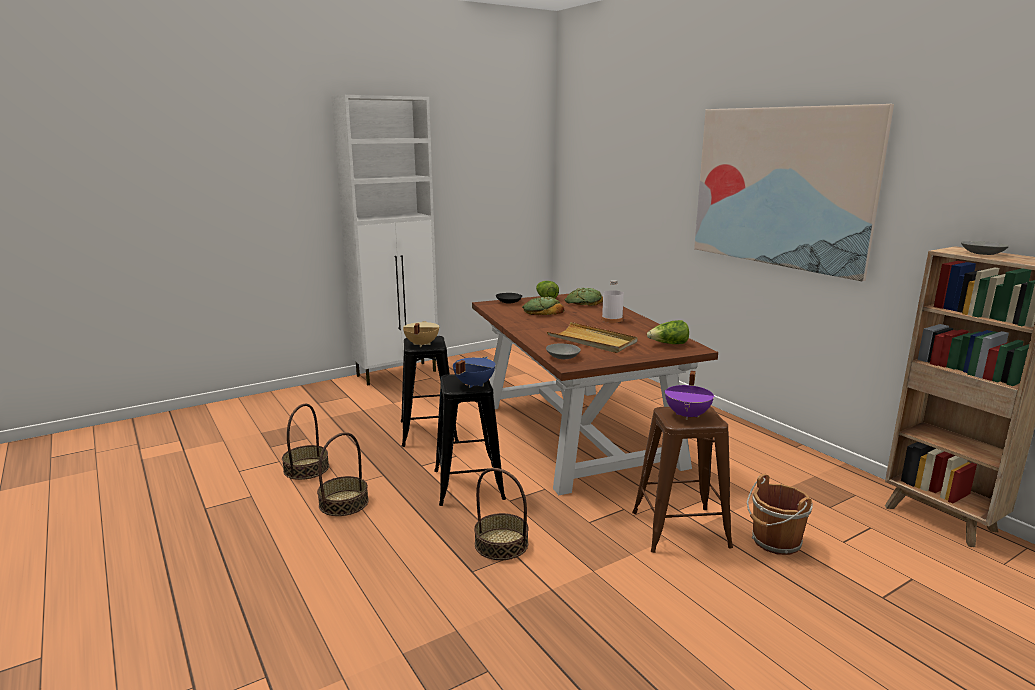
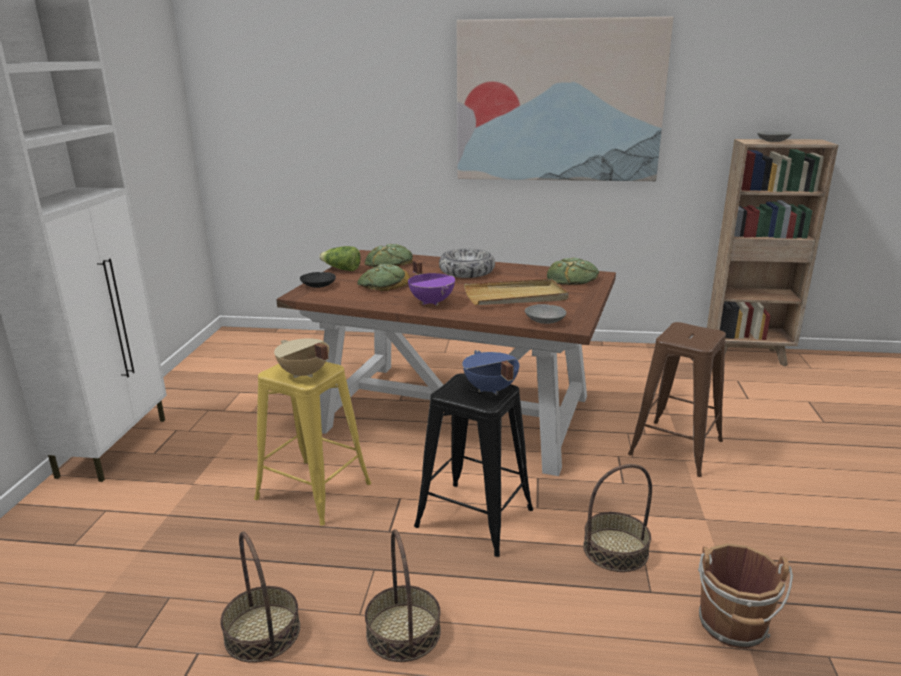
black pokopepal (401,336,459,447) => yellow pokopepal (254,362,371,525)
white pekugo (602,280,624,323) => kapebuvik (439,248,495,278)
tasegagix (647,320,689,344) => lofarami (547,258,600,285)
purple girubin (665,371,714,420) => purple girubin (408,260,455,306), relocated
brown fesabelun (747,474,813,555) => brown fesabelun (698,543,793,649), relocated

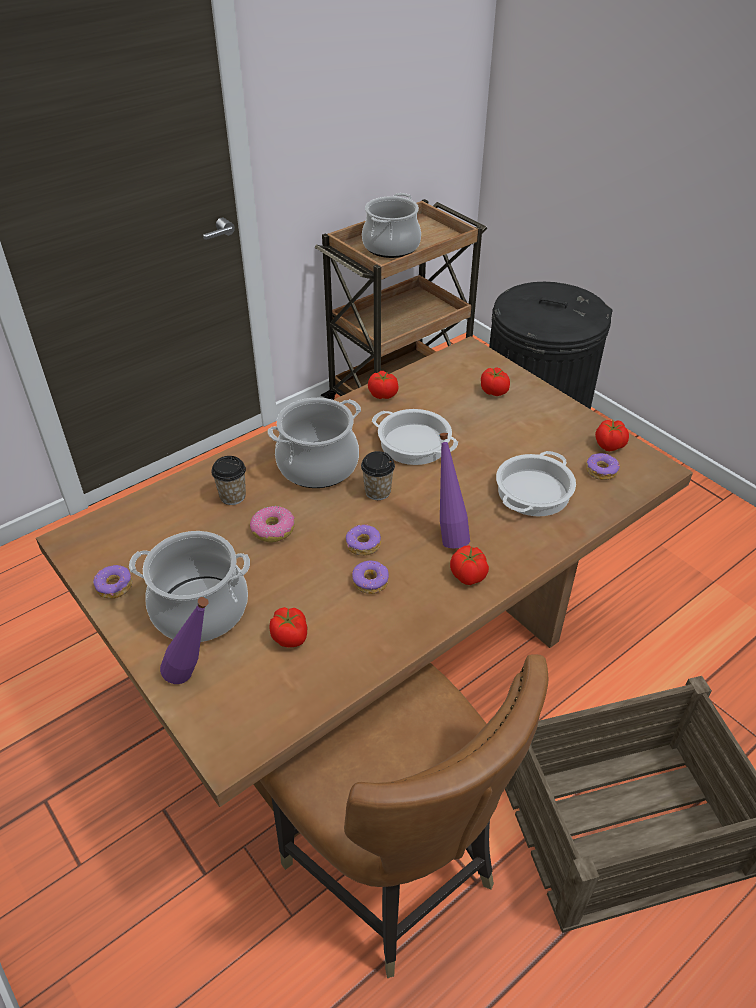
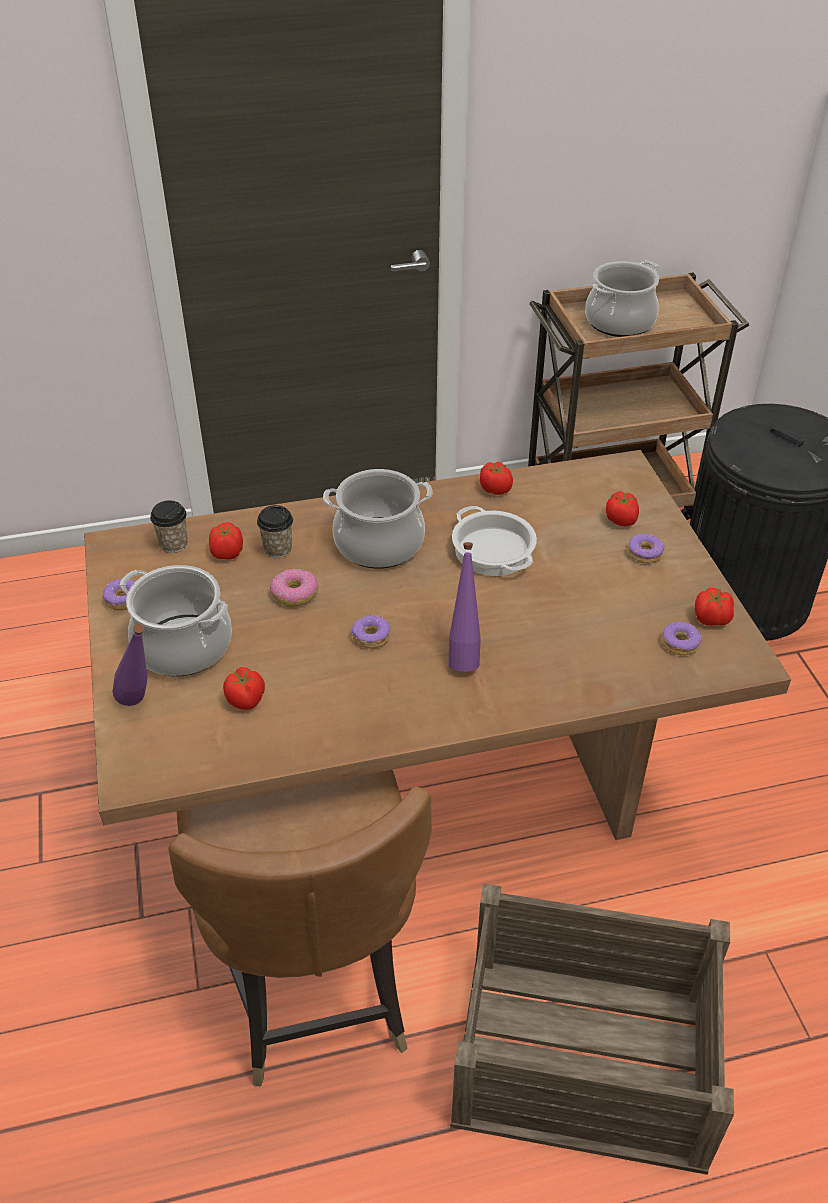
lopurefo (352,561,389,594) => lopurefo (628,534,665,564), relocated
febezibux (361,451,395,500) => febezibux (150,500,188,553), relocated
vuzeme (450,545,489,585) => vuzeme (209,522,243,560), relocated
girubin (496,451,576,517) => nothing

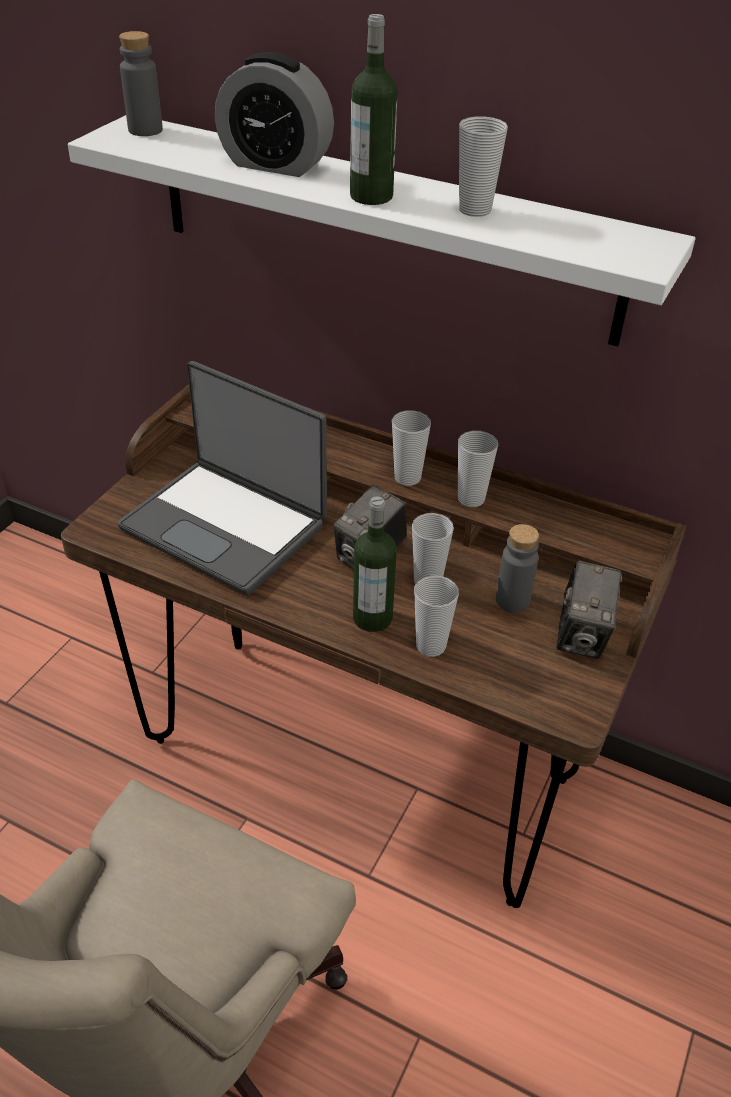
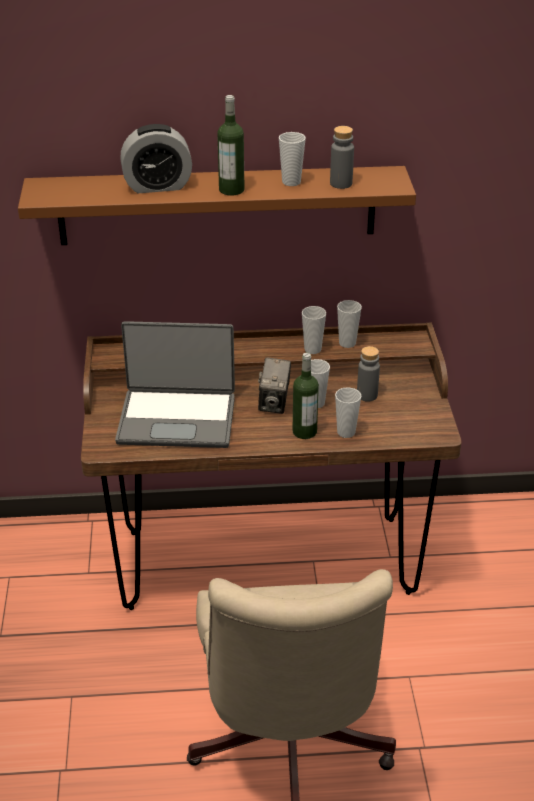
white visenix (68,115,696,347) => brown visenix (18,166,416,245)
grey pekugo (119,31,163,136) => grey pekugo (330,126,354,189), relocated
febezibux (392,410,431,486) => febezibux (337,300,362,348), relocated
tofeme (556,561,622,659) => nothing

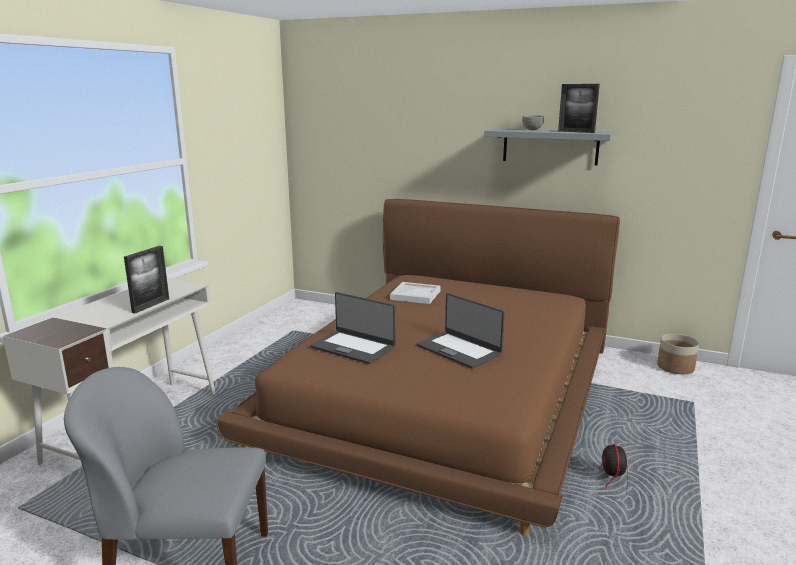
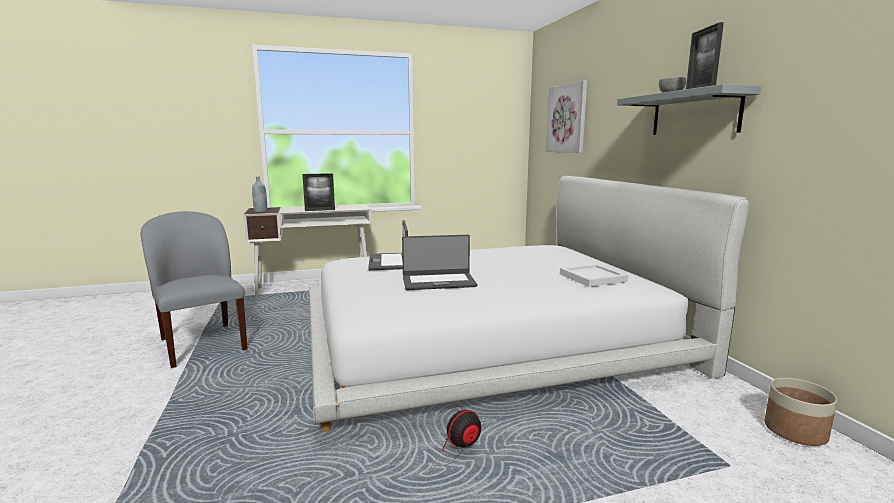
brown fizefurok (216,199,620,535) => white fizefurok (309,176,749,432)
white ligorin (390,282,441,304) => white ligorin (560,264,628,287), relocated
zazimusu (417,293,505,369) => zazimusu (402,235,478,290), 105 degrees counterclockwise
nothing => grey pekugo (252,177,267,212)
nothing => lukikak (546,80,587,153)

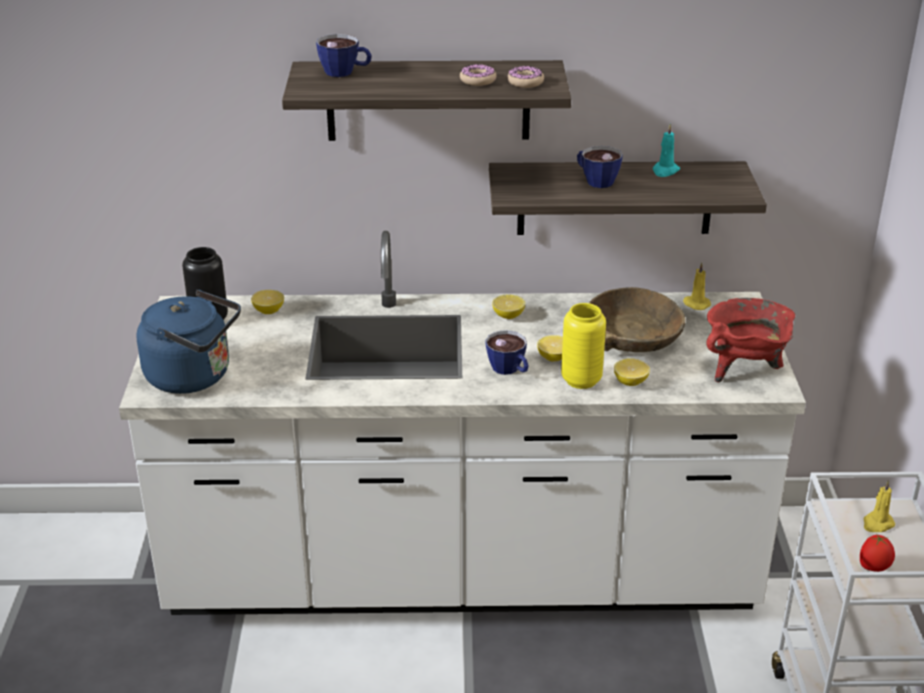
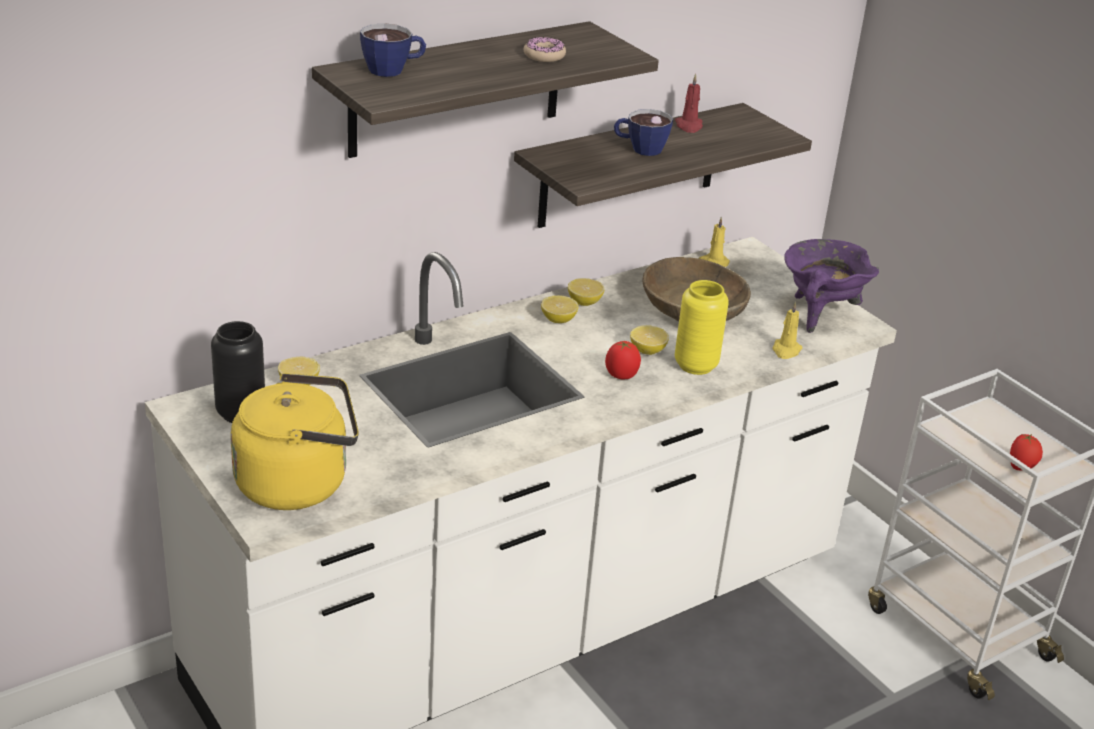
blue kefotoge (136,290,241,394) => yellow kefotoge (230,373,359,510)
febezibux (485,330,529,375) => vuzeme (605,341,641,379)
lopurefo (508,66,544,88) => nothing
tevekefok (614,358,650,386) => tevekefok (568,278,604,306), relocated
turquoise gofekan (653,124,680,177) => red gofekan (675,74,703,133)
red girubin (706,298,795,382) => purple girubin (784,239,879,333)
yellow gofekan (863,480,895,532) => yellow gofekan (772,301,802,359), relocated

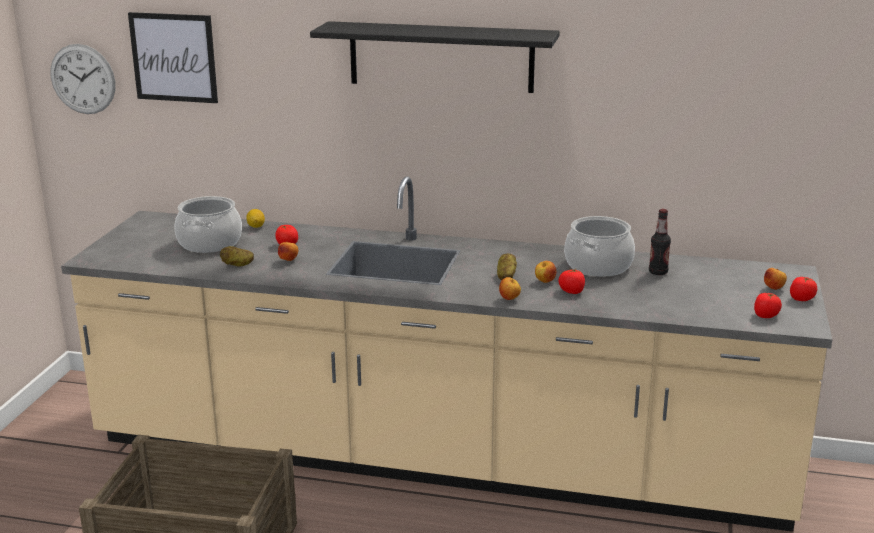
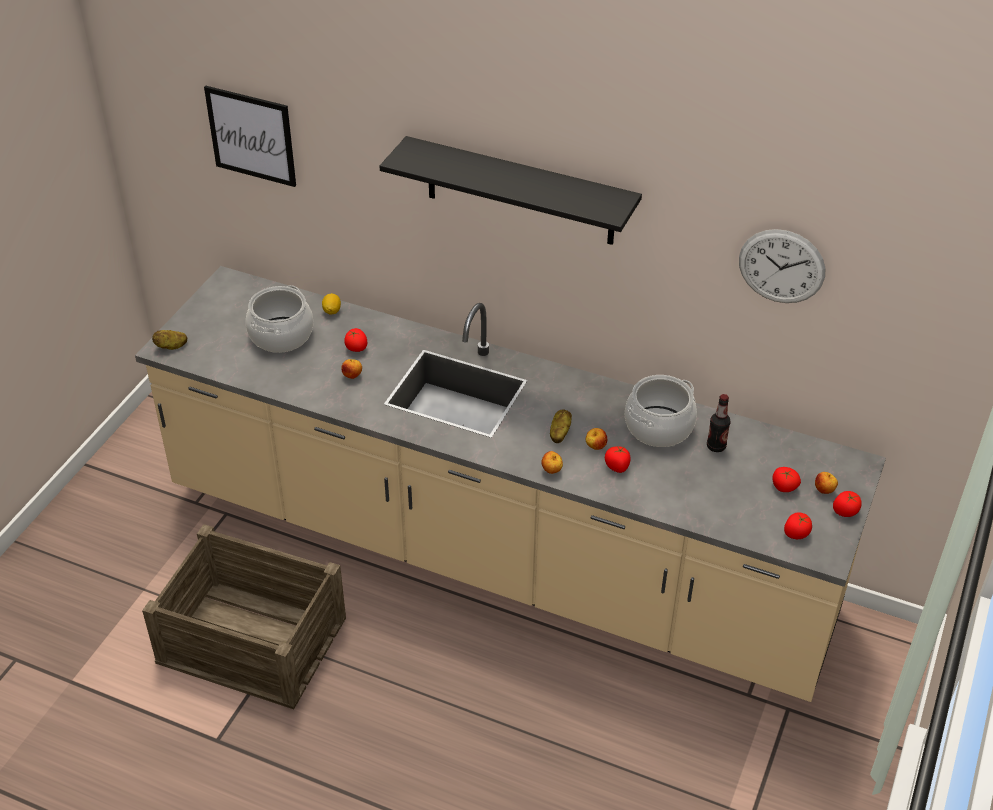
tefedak (50,44,115,114) => tefedak (739,229,826,303), relocated
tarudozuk (220,246,254,266) => tarudozuk (152,330,187,350), relocated
nothing => vuzeme (772,467,801,492)

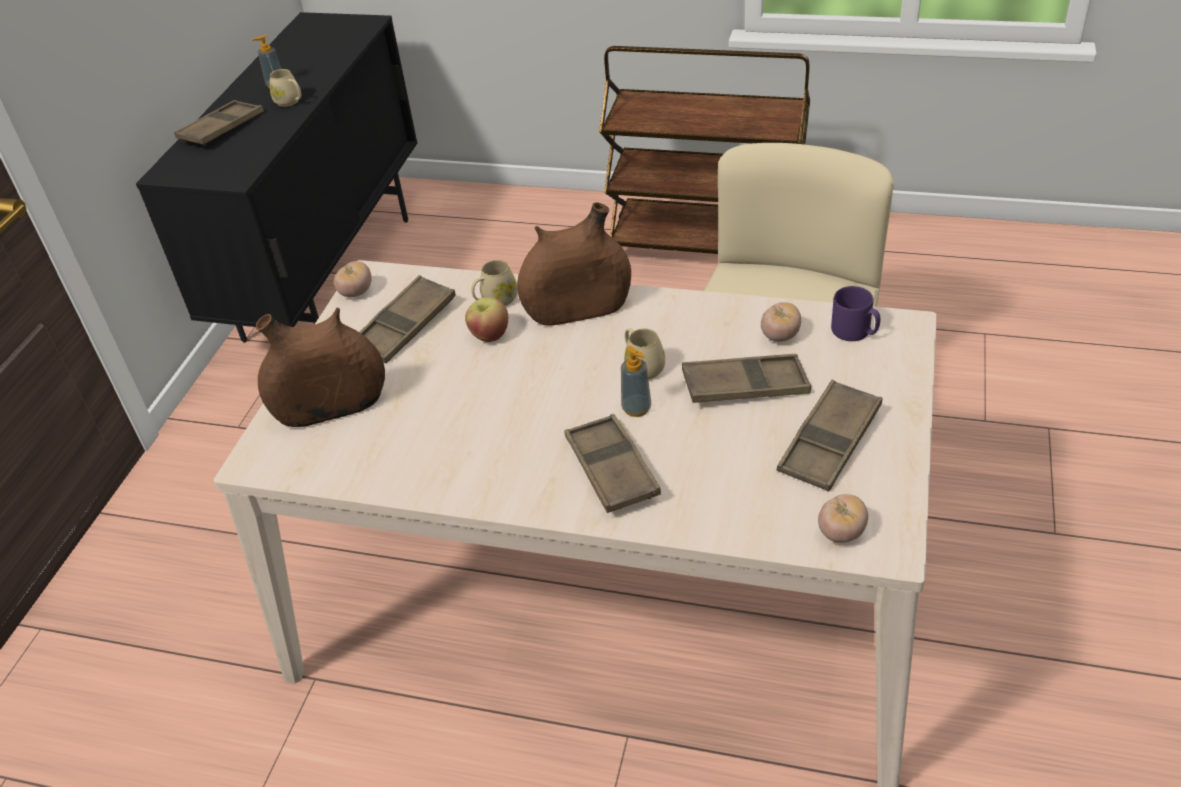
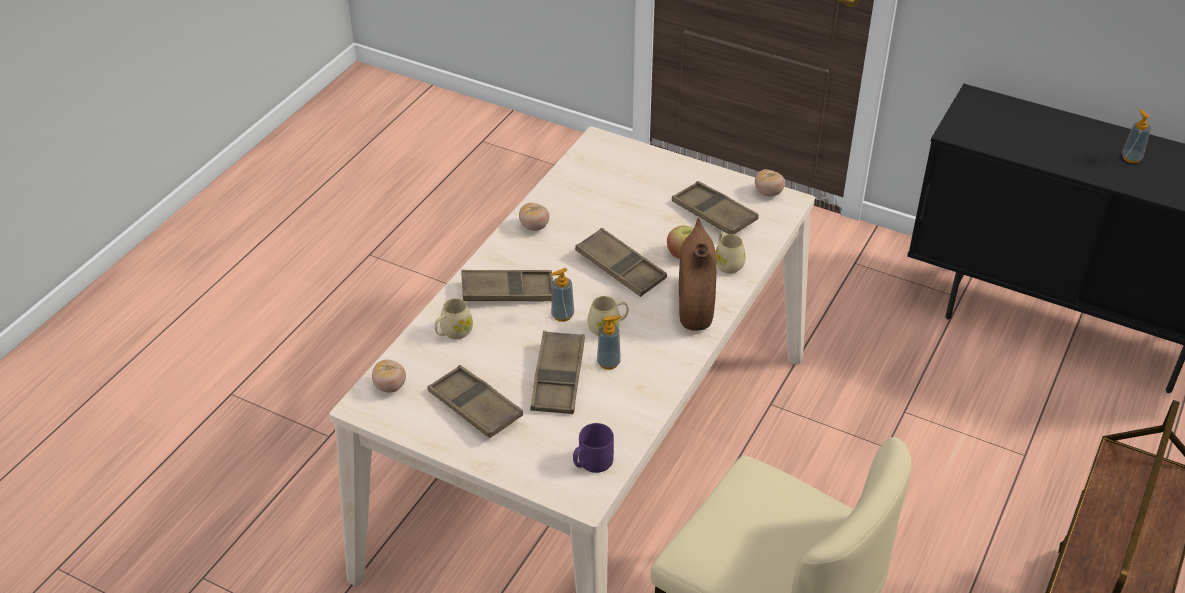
brown ligorin (174,100,264,146) => brown ligorin (575,228,667,297), relocated
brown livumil (256,308,385,427) => nothing
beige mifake (270,69,301,107) => beige mifake (434,298,473,339), relocated
vuzeme (761,302,801,342) => vuzeme (519,203,550,231), relocated
nothing => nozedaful (597,316,622,370)

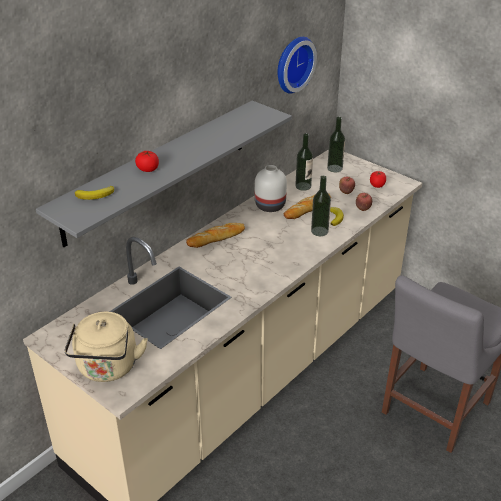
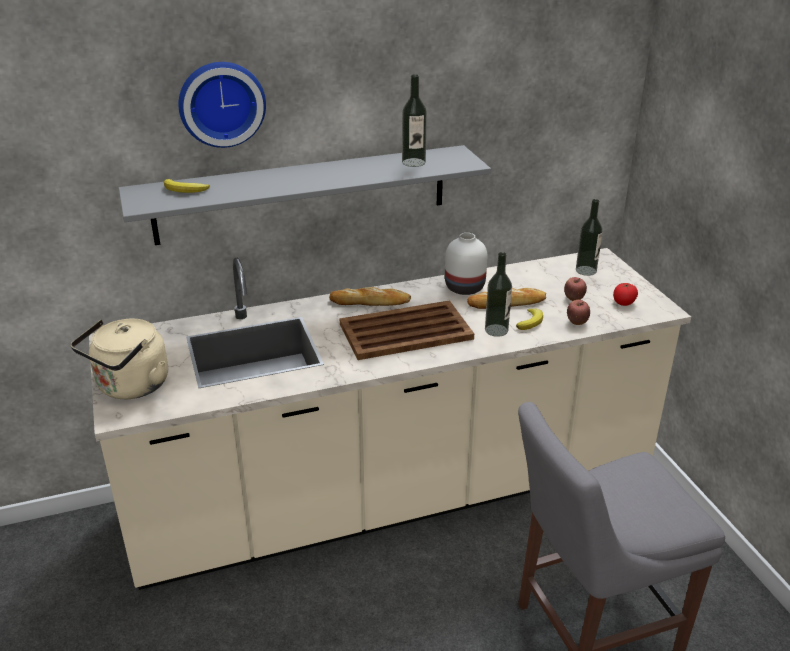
vuzeme (135,151,159,172) => nothing
tefedak (278,37,317,94) => tefedak (178,62,266,148), relocated
pekugo (295,133,313,191) => pekugo (402,74,427,167), relocated
nothing => brown ligorin (340,300,474,360)

